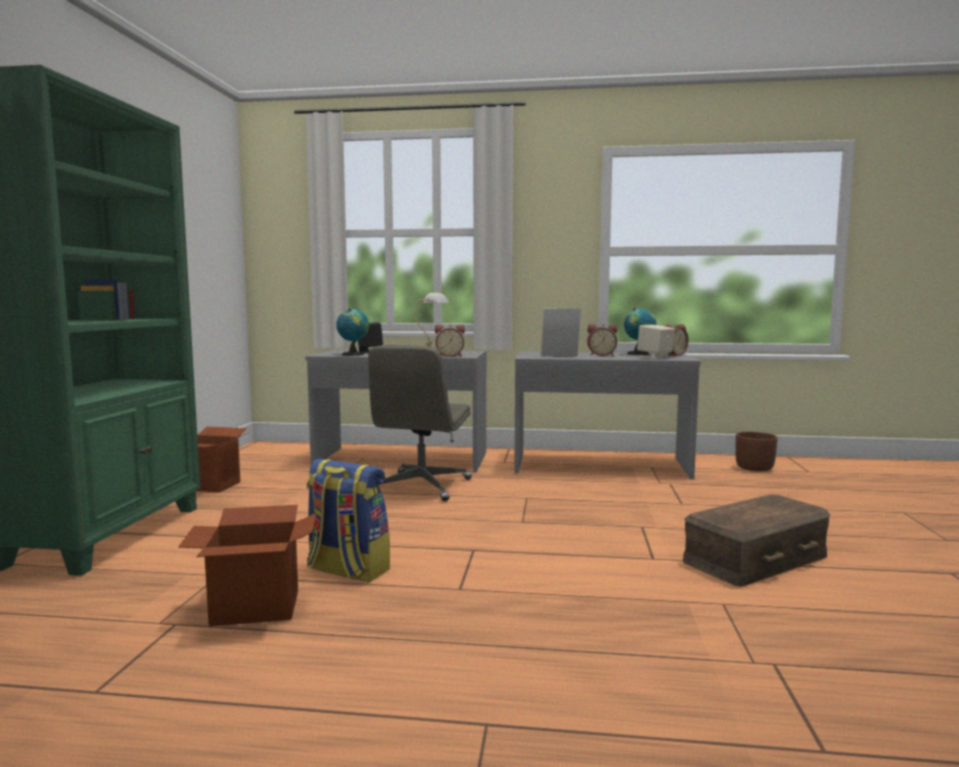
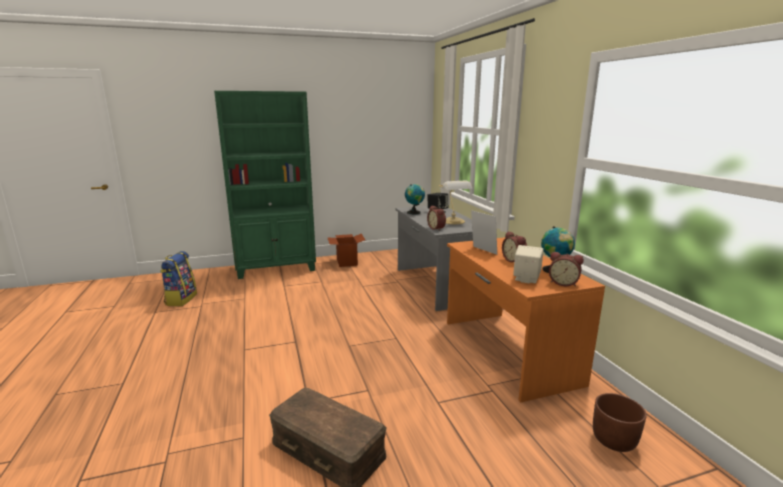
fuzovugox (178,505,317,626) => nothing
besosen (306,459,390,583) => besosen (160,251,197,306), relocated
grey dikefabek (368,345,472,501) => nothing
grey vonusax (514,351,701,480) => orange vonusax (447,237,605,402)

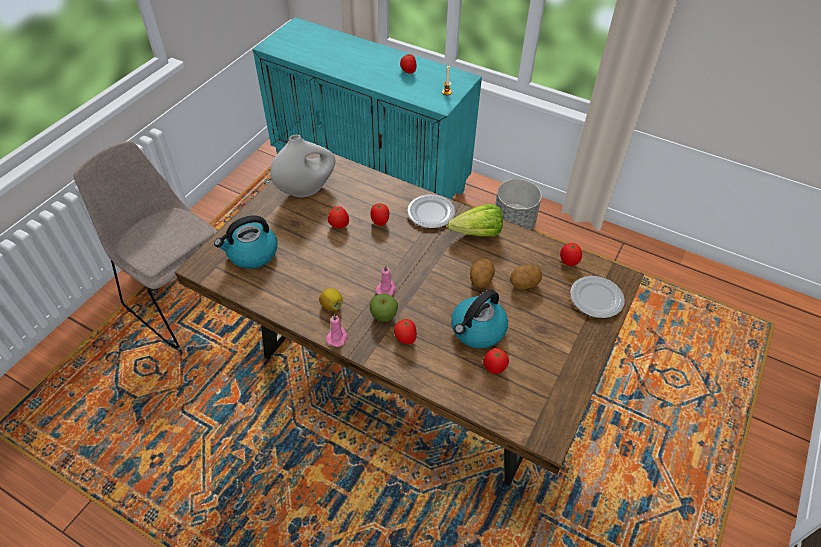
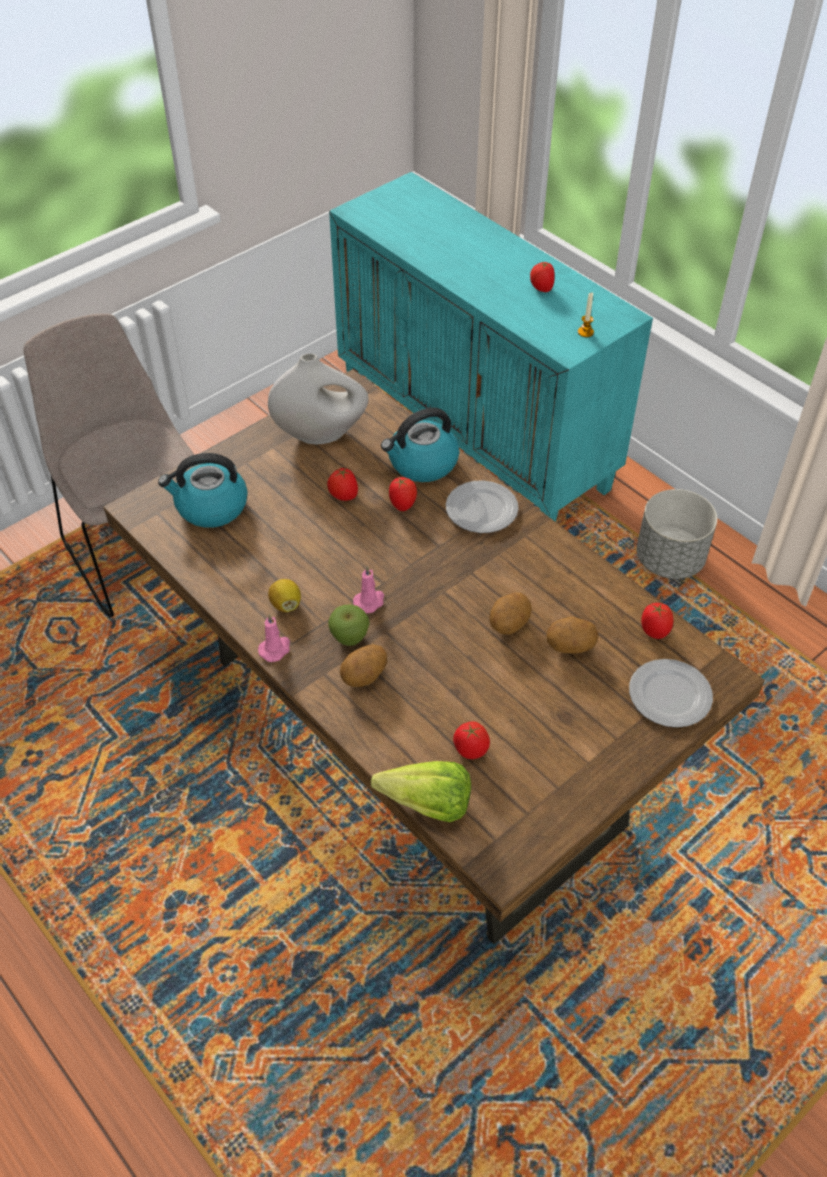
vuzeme (394,319,417,344) => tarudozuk (340,644,387,687)
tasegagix (447,204,503,237) => tasegagix (371,761,471,822), relocated
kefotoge (451,289,508,348) => kefotoge (381,407,460,482), relocated

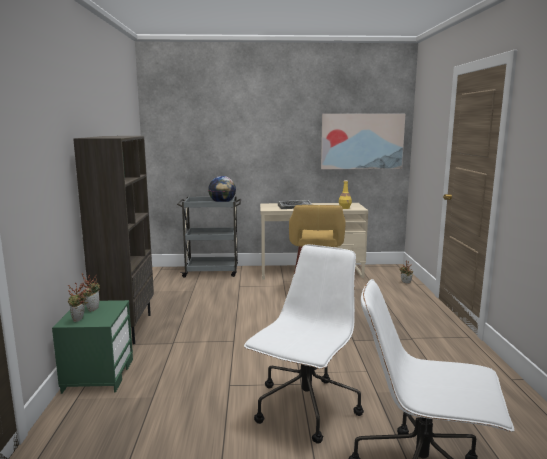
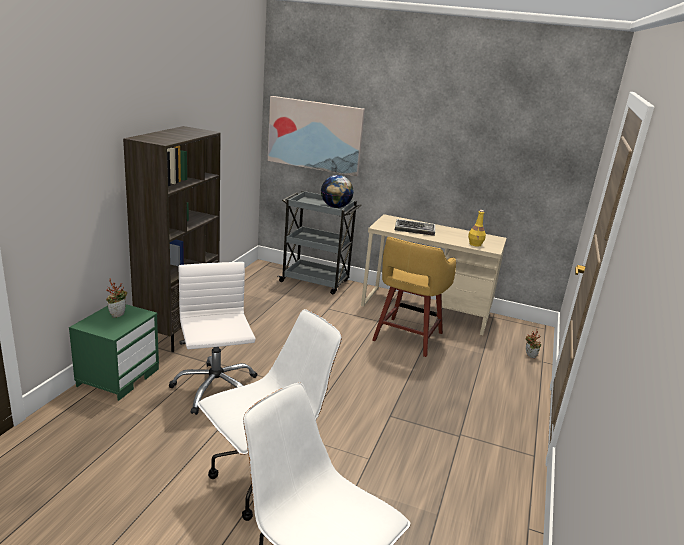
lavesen (68,282,88,322) => nothing
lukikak (321,114,405,169) => lukikak (268,96,365,176), relocated
nothing => white dikefabek (169,262,258,415)

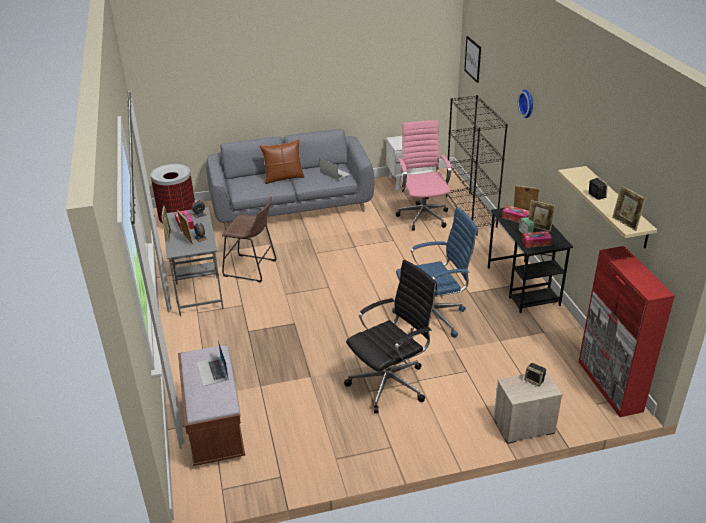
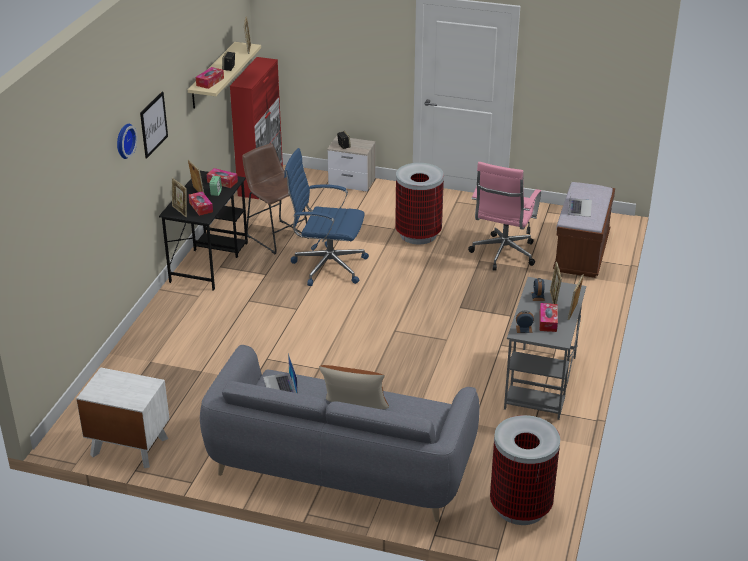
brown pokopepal (222,196,276,283) => brown pokopepal (242,144,309,254), relocated
black dikefabek (344,259,437,413) => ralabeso (395,163,444,244)
pink dikefabek (395,120,452,231) => pink dikefabek (468,162,541,271), relocated
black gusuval (446,95,508,228) => nothing
lukikak (464,36,481,83) => lukikak (140,92,168,159), relocated
nothing => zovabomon (196,67,224,89)

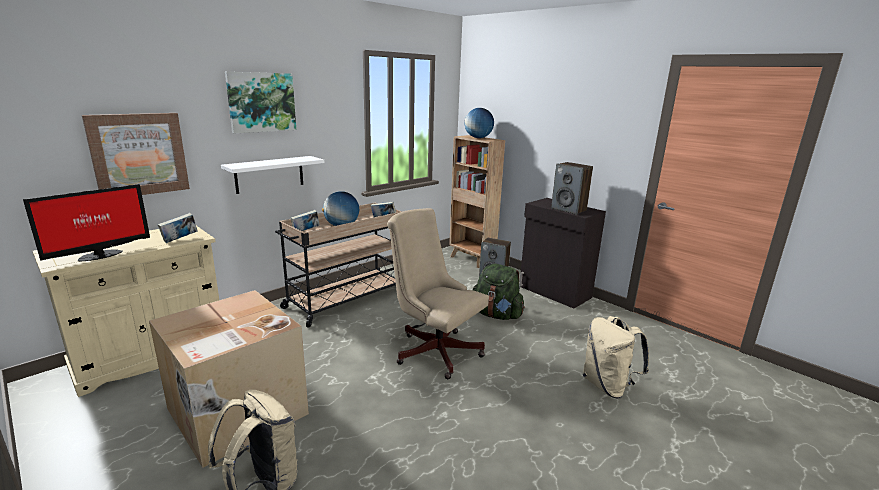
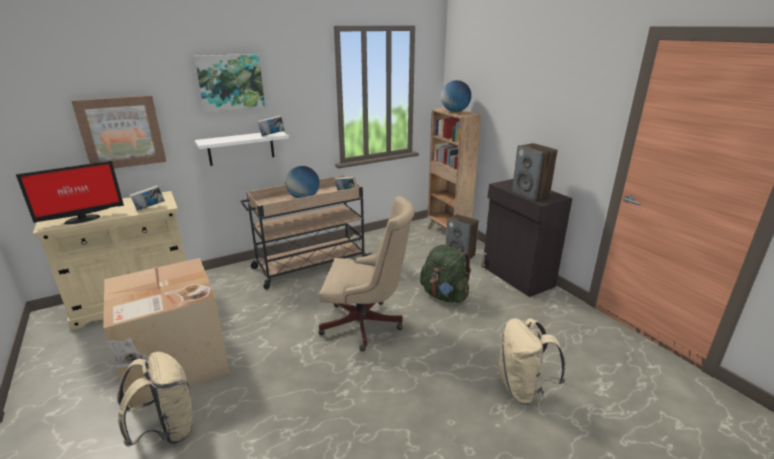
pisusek (291,210,320,231) => pisusek (257,115,285,136), relocated
beige dikefabek (387,208,489,379) => beige dikefabek (318,196,415,351), 135 degrees clockwise

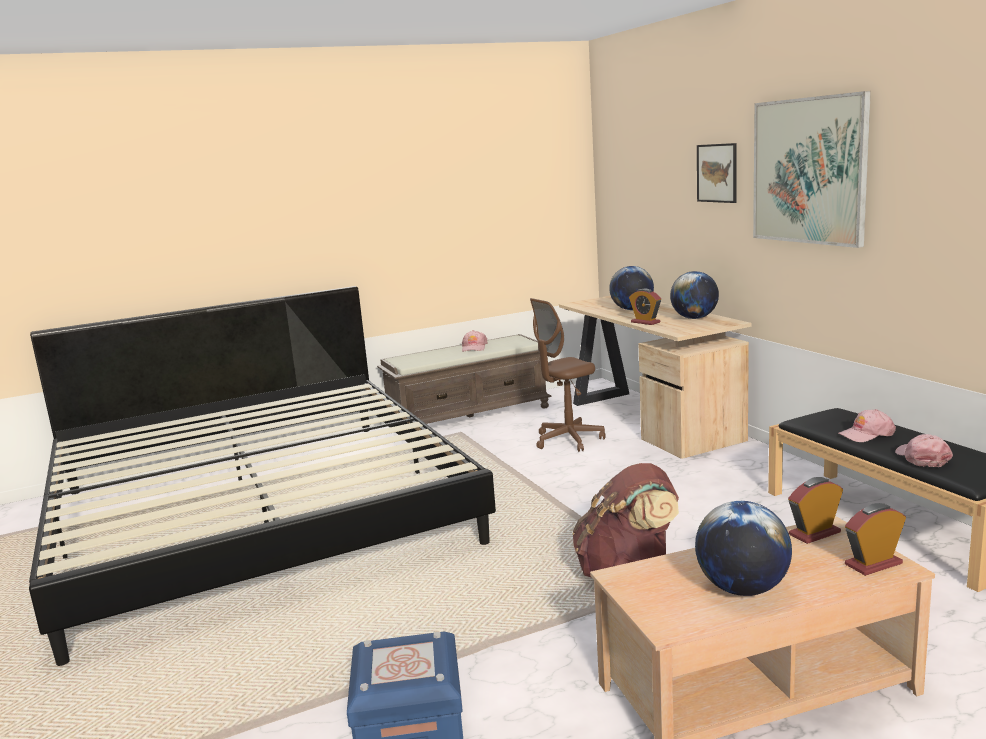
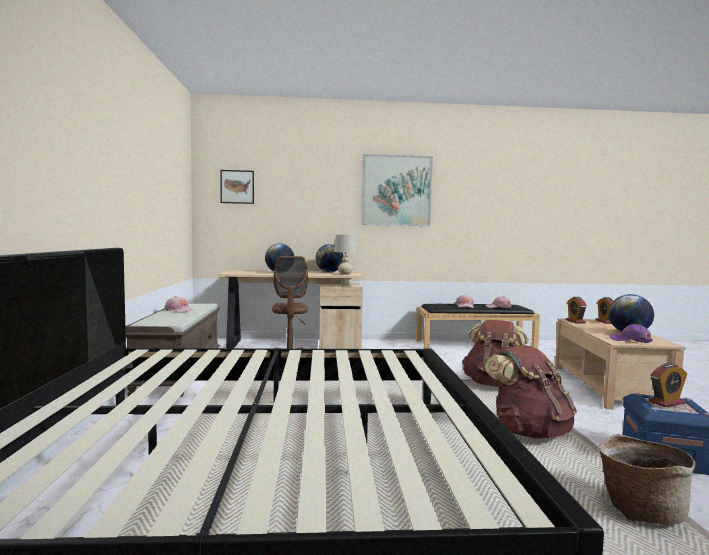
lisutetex (629,288,661,325) => lisutetex (648,363,687,407), relocated
lukikak (697,143,737,203) => lukikak (220,170,254,204), relocated
nothing => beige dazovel (334,235,357,275)
nothing => brown besosen (485,345,577,439)
nothing => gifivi (599,434,695,525)
nothing => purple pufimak (609,324,652,343)

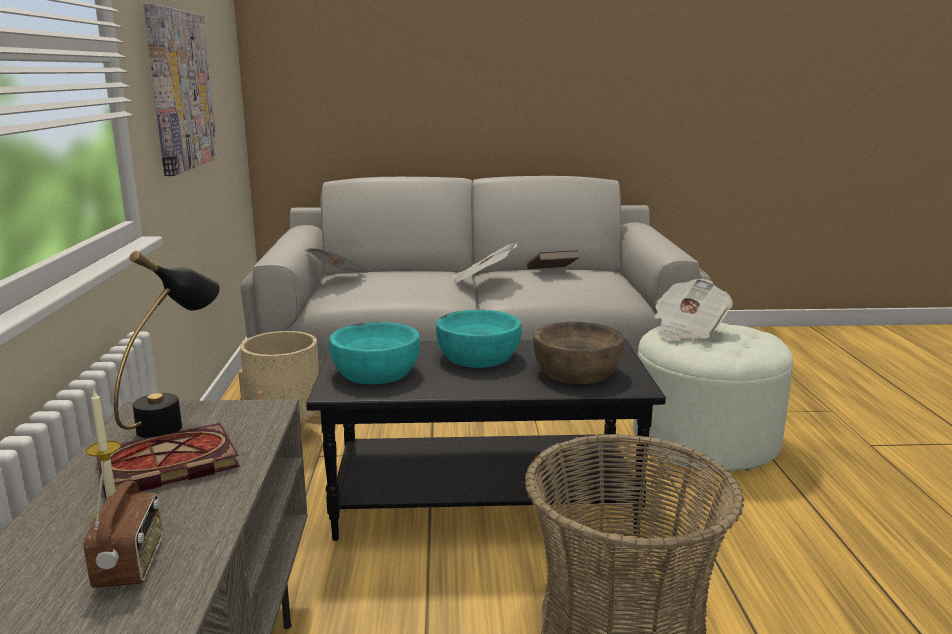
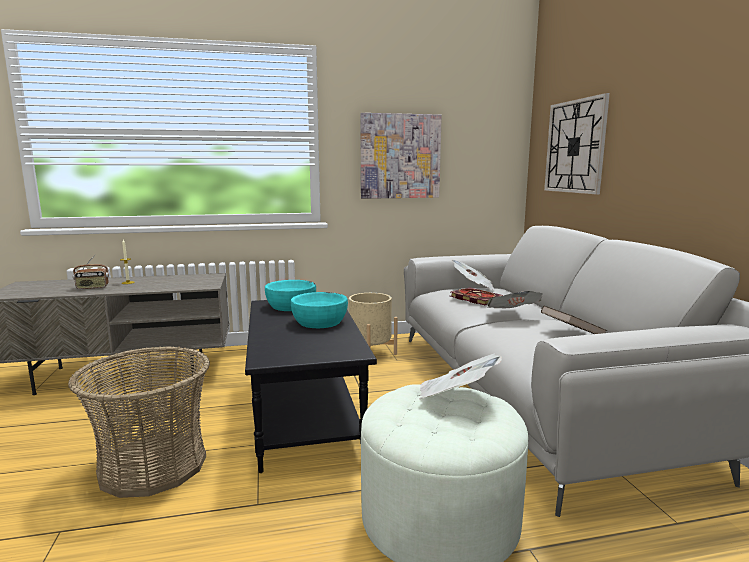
pisusek (97,423,240,498) => pisusek (450,287,503,305), relocated
black dazovel (114,251,220,438) => nothing
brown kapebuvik (533,322,625,384) => nothing
nothing => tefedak (544,93,610,194)

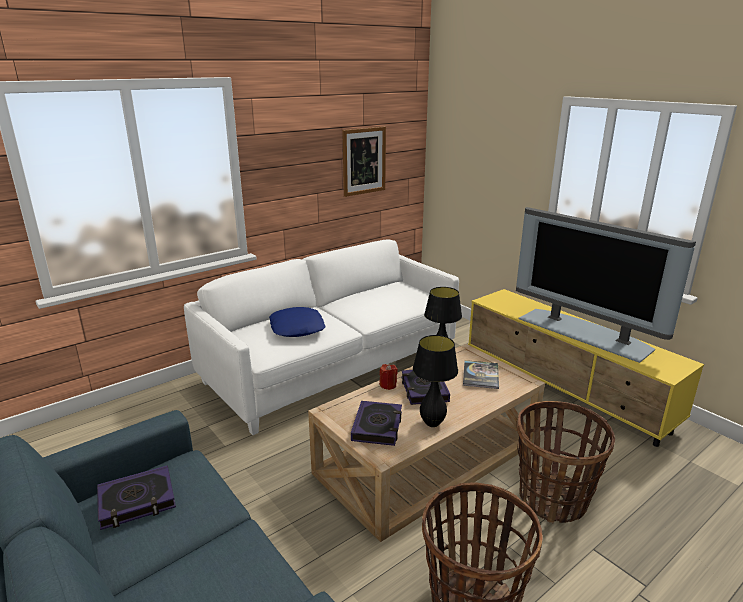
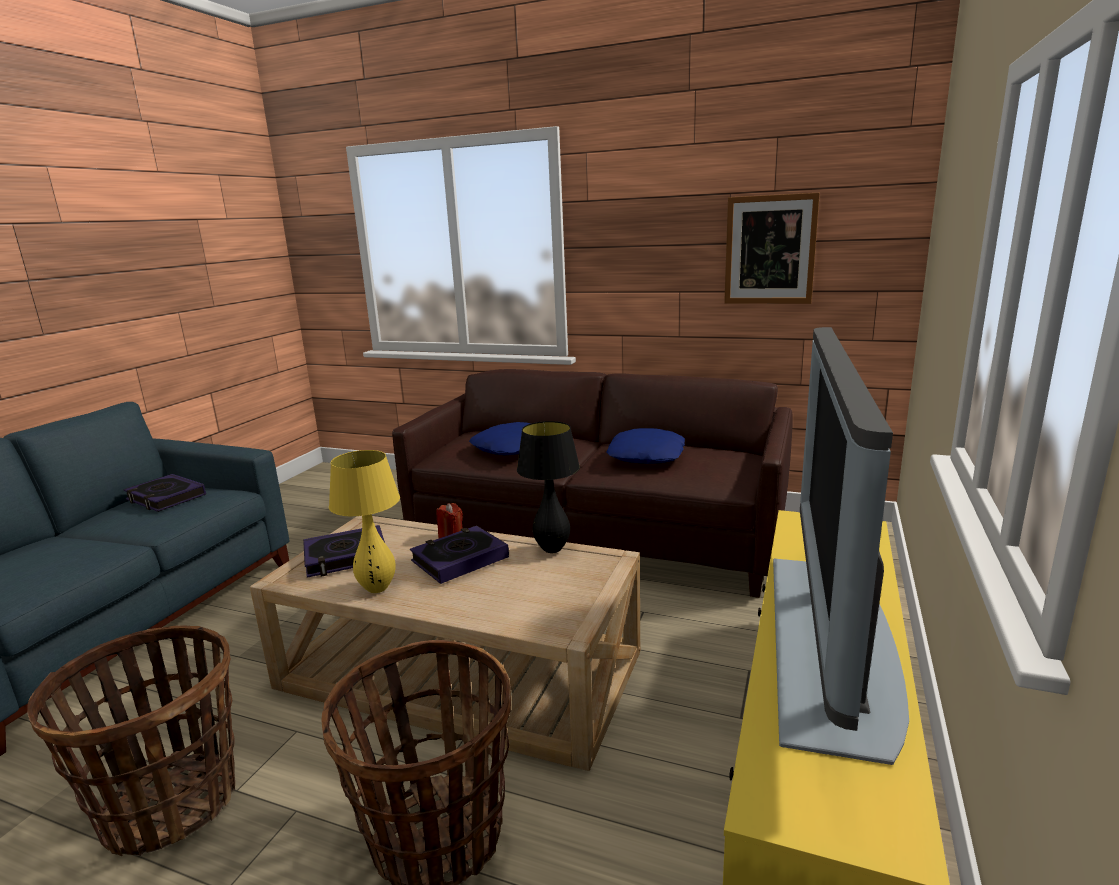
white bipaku (184,239,459,435) => brown bipaku (392,369,793,598)
black dazovel (413,335,458,427) => yellow dazovel (329,450,400,593)
pisusek (463,360,499,389) => nothing
nothing => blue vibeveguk (606,428,685,464)

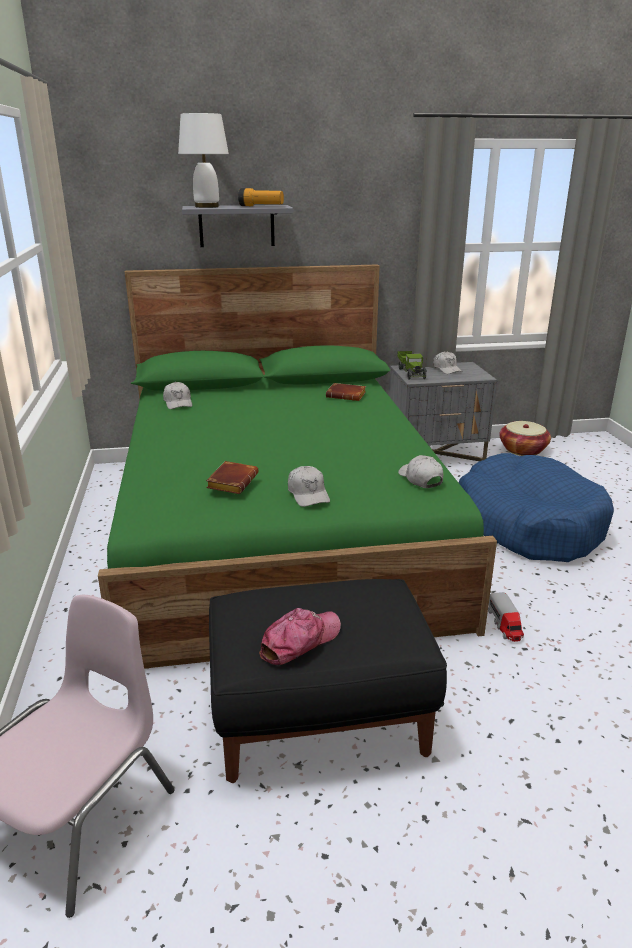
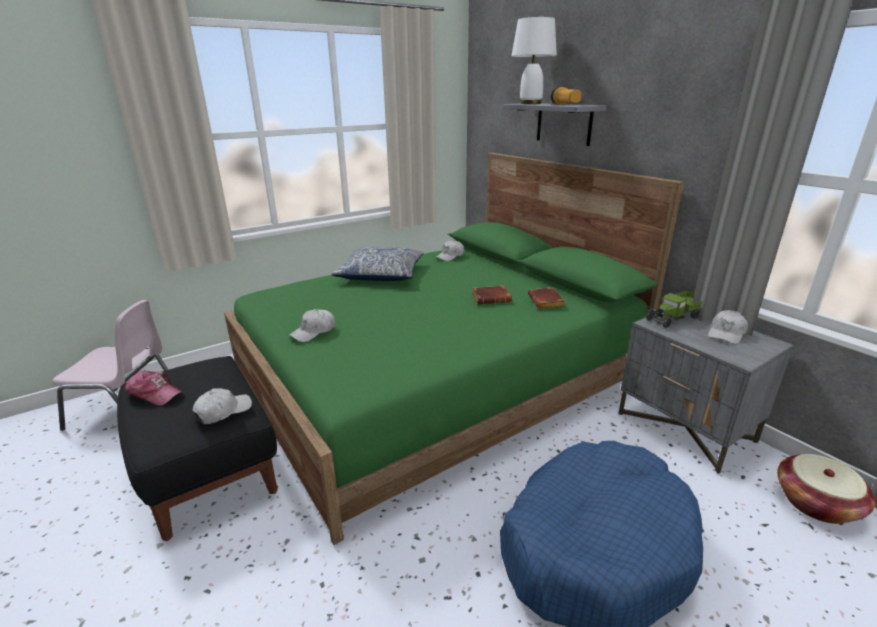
brown pisusek (206,461,259,494) => brown pisusek (472,286,512,305), relocated
white pufimak (398,455,443,488) => white pufimak (192,388,252,424), relocated
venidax (488,592,524,642) => nothing
nothing => vibeveguk (331,247,424,281)

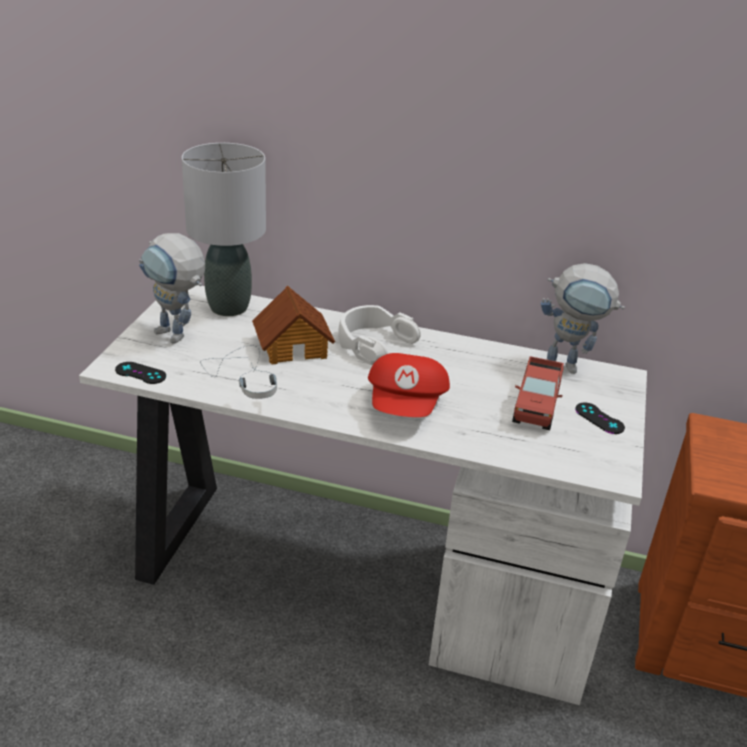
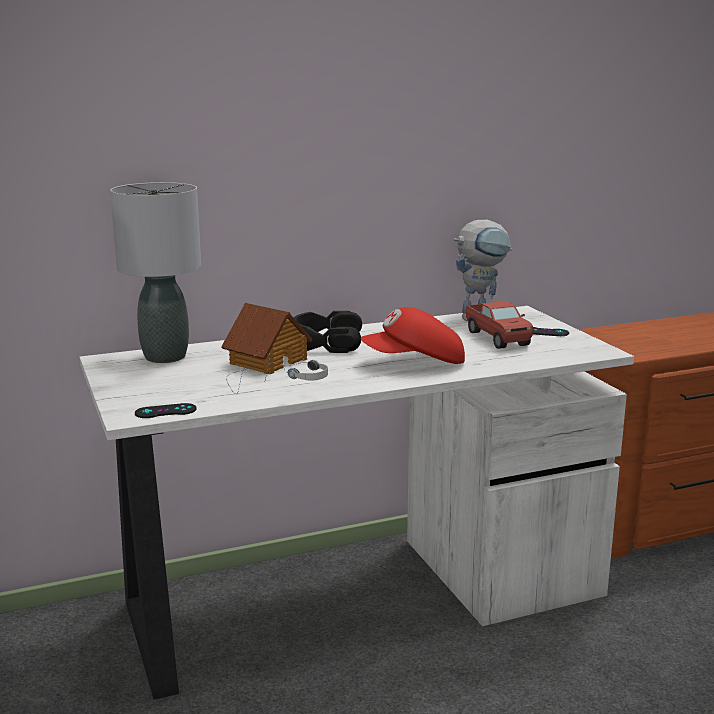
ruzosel (139,233,205,343) => nothing
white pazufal (338,305,421,365) => black pazufal (294,311,362,353)
red pufimak (368,353,450,417) => red pufimak (361,307,465,364), 105 degrees clockwise

